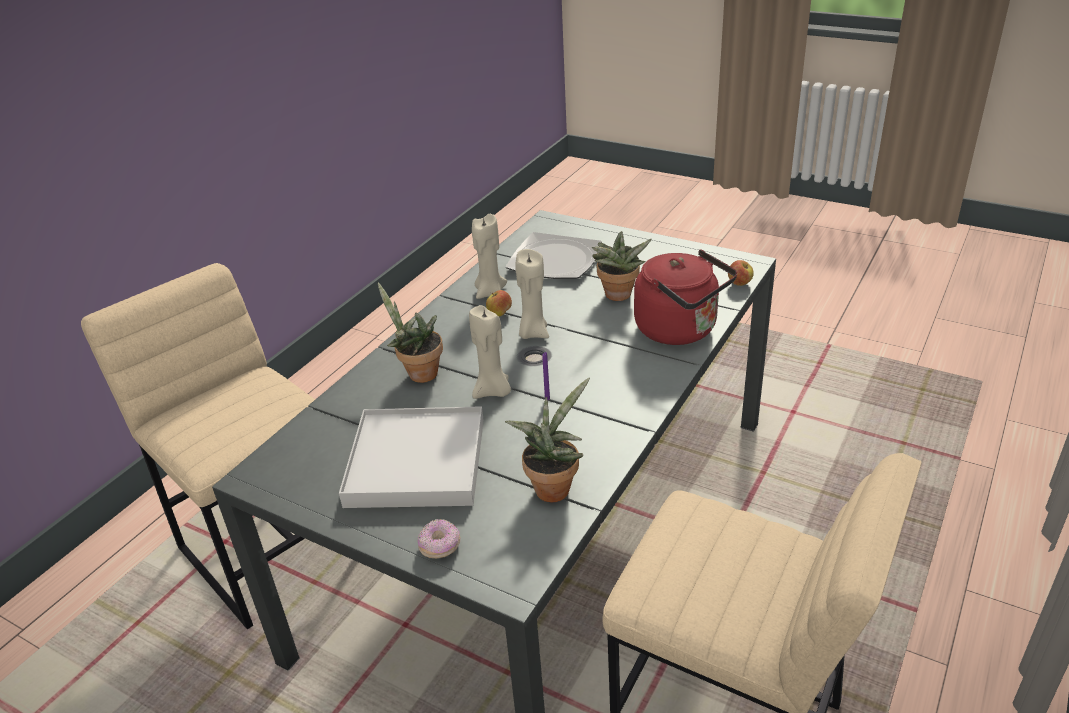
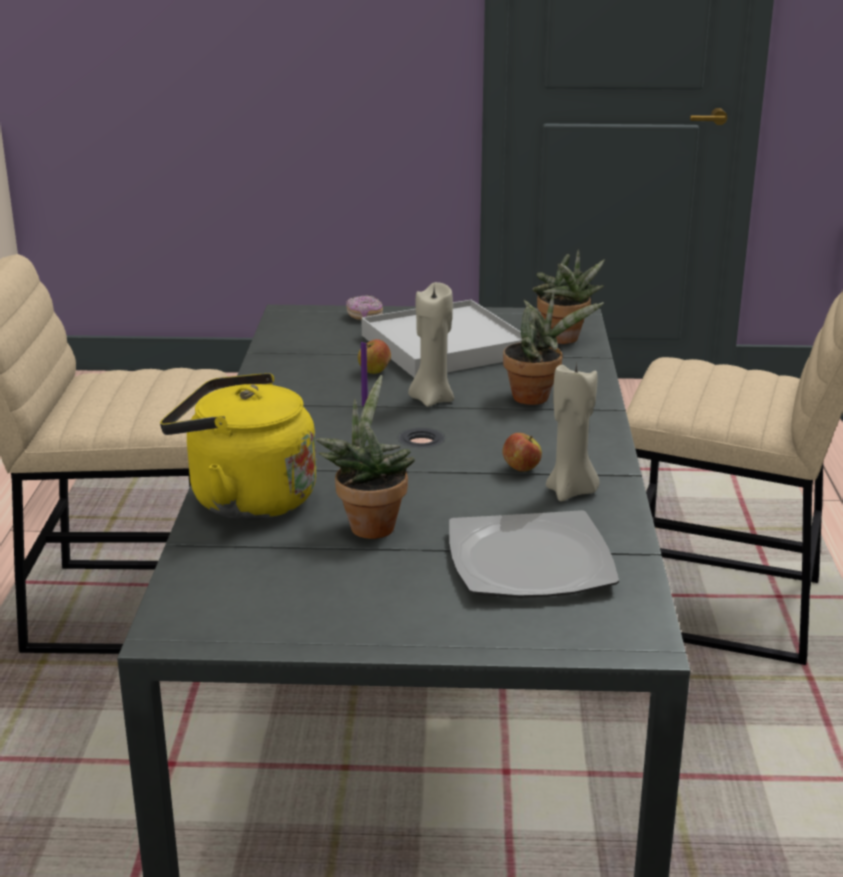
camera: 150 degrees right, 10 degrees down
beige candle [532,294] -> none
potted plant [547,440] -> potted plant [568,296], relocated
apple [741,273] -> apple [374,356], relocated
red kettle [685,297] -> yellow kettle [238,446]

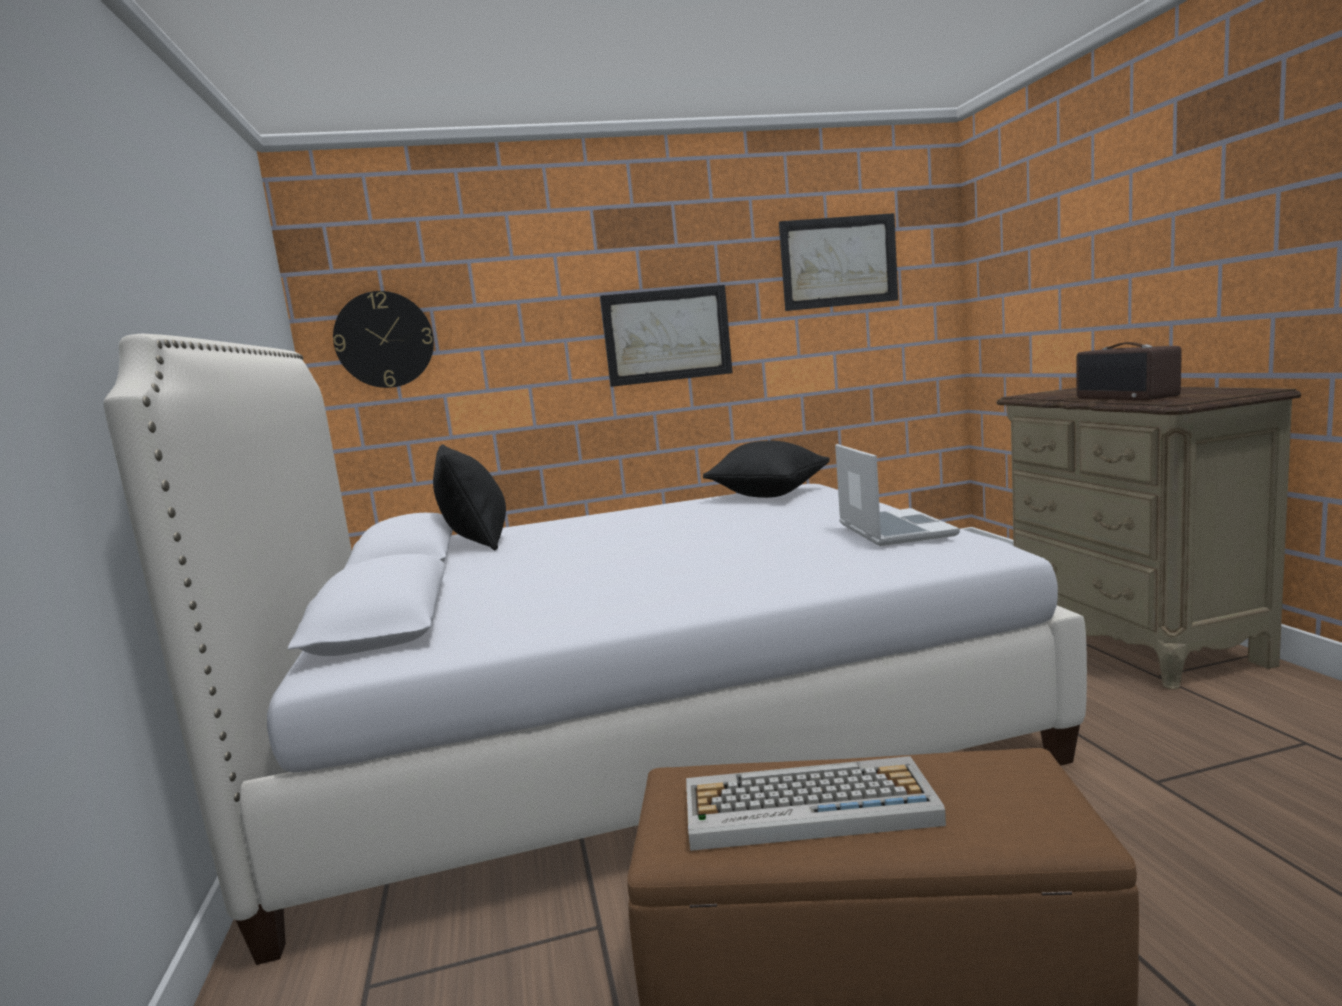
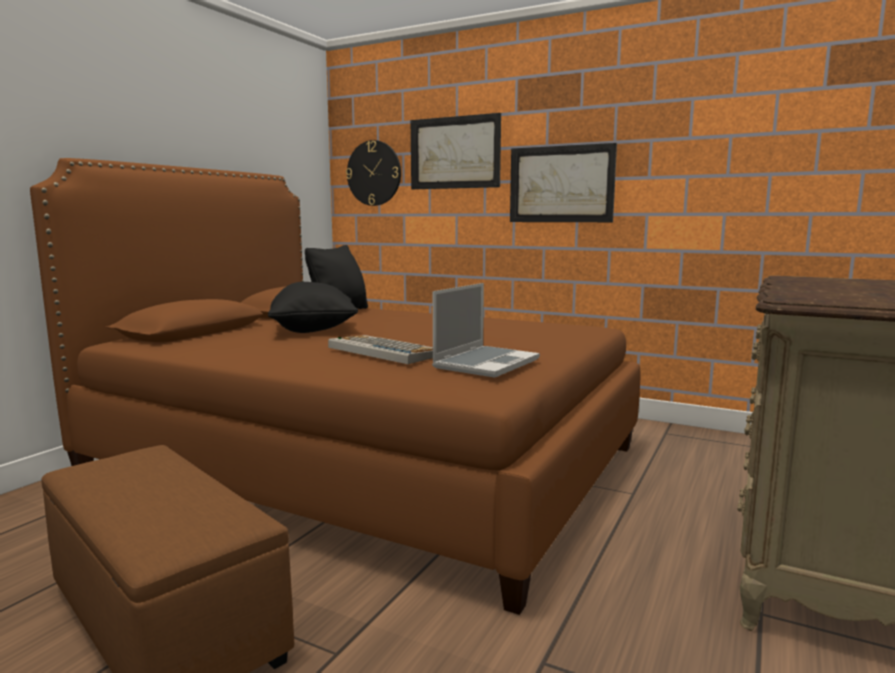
camera: 40 degrees right, 0 degrees up
radio [1129,371] -> none
keyboard [816,803] -> keyboard [380,349], relocated
black pillow [766,469] -> black pillow [313,307], relocated
picture [838,262] -> picture [456,151], relocated
white bed [595,649] -> brown bed [335,386]

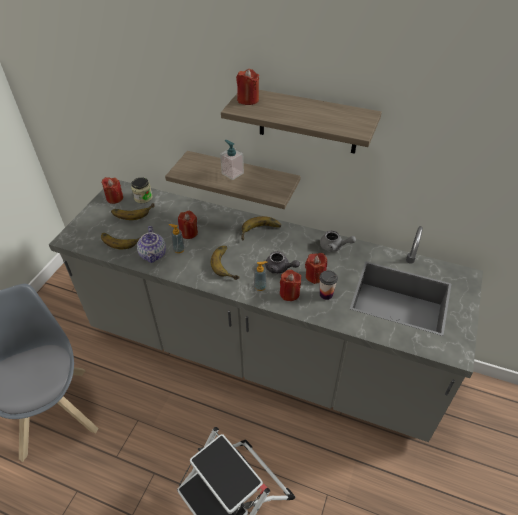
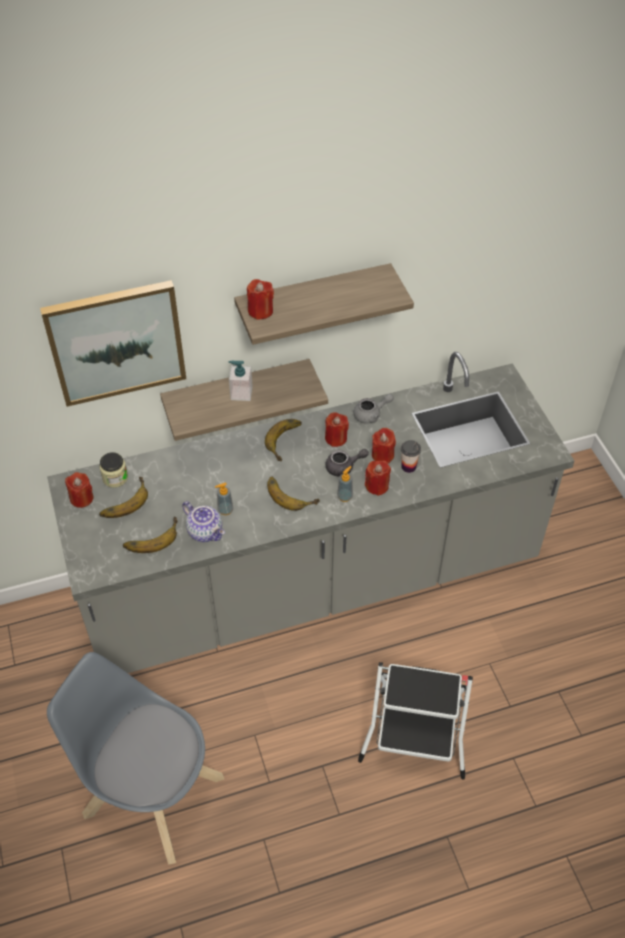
camera: 40 degrees left, 5 degrees up
none -> picture [113,343]
red candle [188,225] -> red candle [337,429], relocated

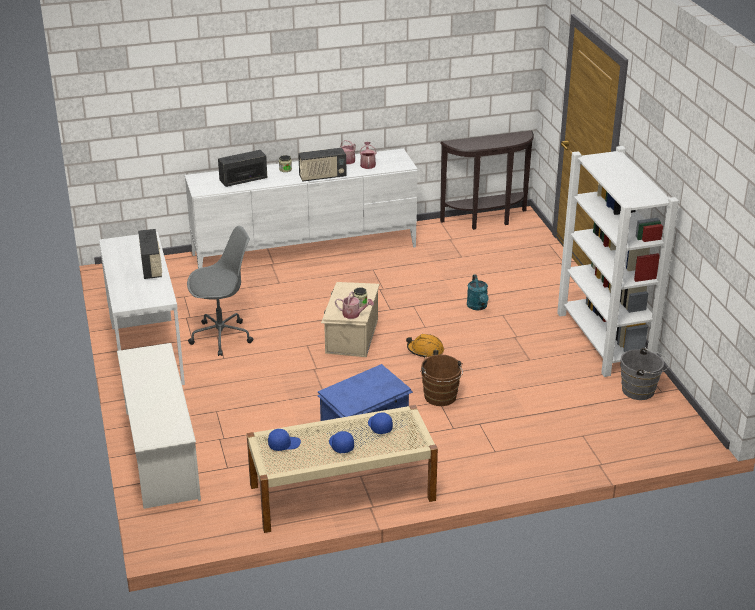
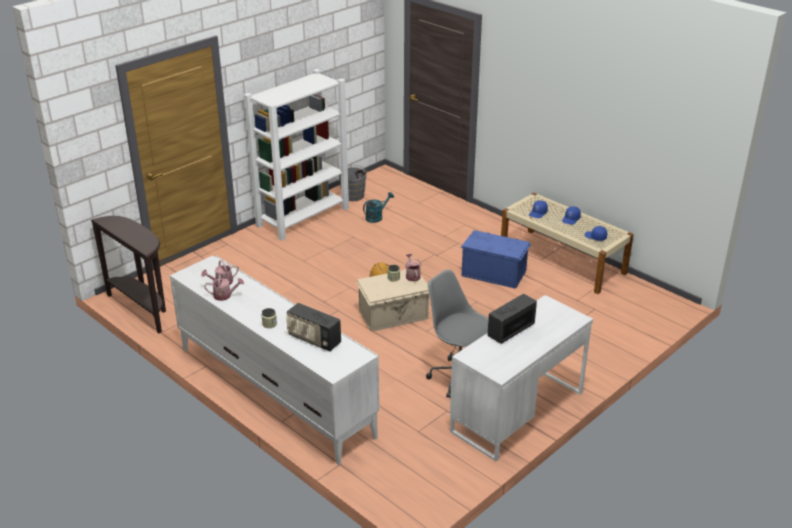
camera: 120 degrees left, 0 degrees up
white shoe rack [159,426] -> none
radio [322,164] -> none
brown bucket [441,380] -> none
turquoise watering can [478,292] -> turquoise watering can [378,207], relocated

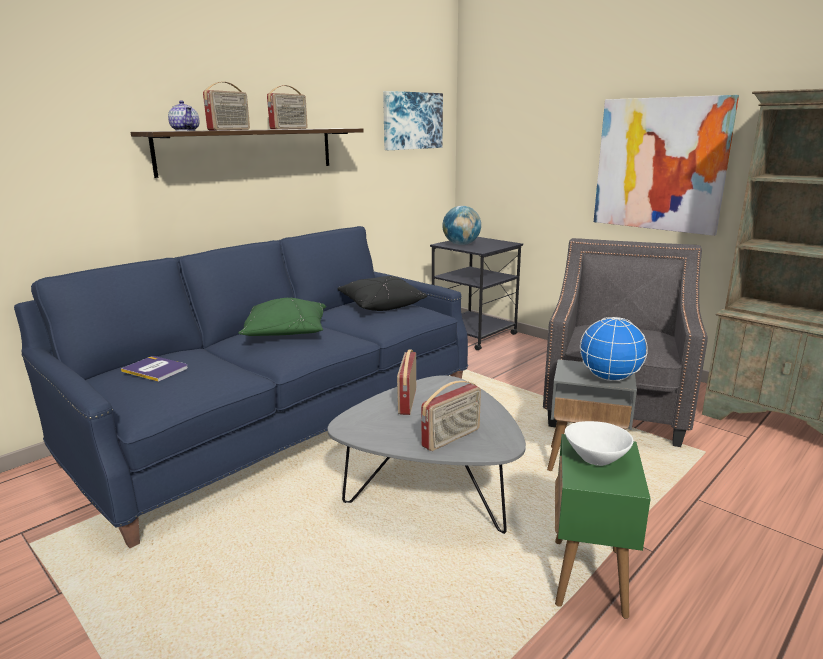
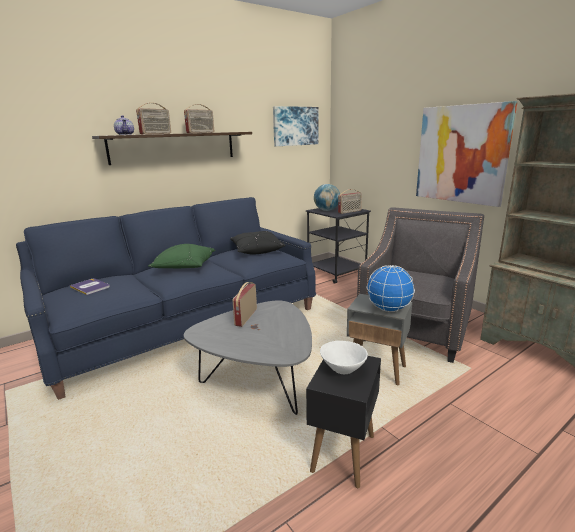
camera: 10 degrees right, 0 degrees up
radio [451,416] -> radio [350,201], relocated
green side table [603,526] -> black side table [343,422]

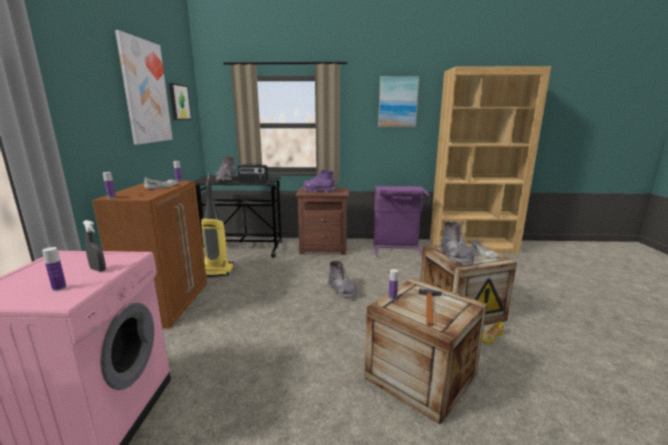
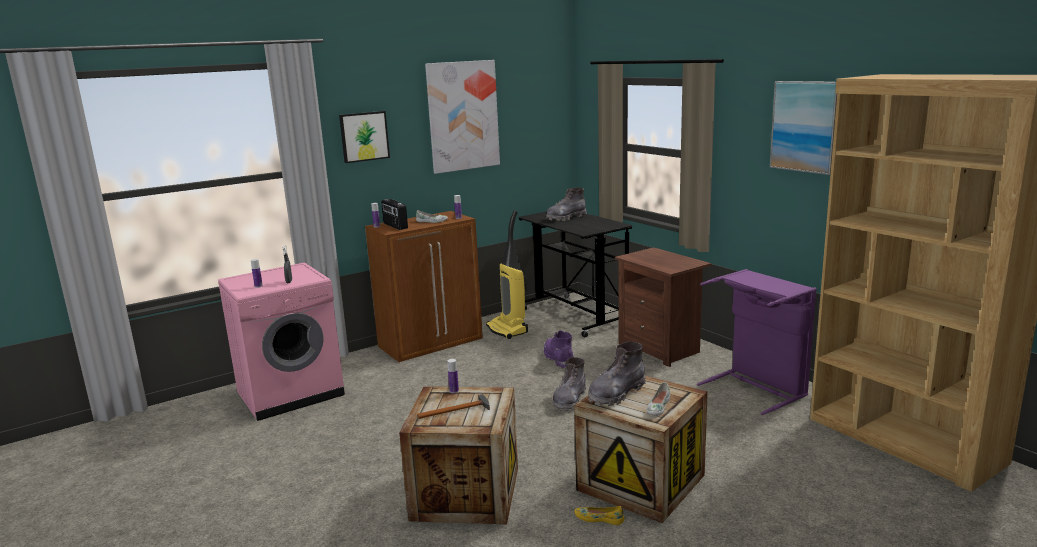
camera: 55 degrees right, 0 degrees up
picture [180,101] -> picture [364,137], relocated
radio [252,173] -> radio [394,214], relocated
purple boot [319,181] -> purple boot [558,349], relocated

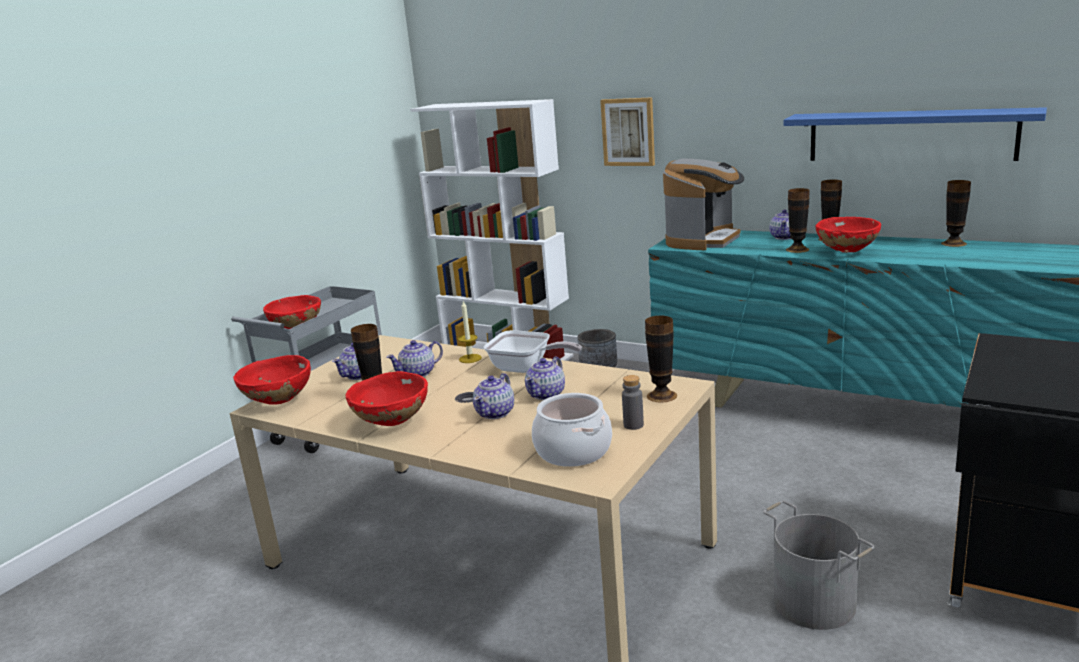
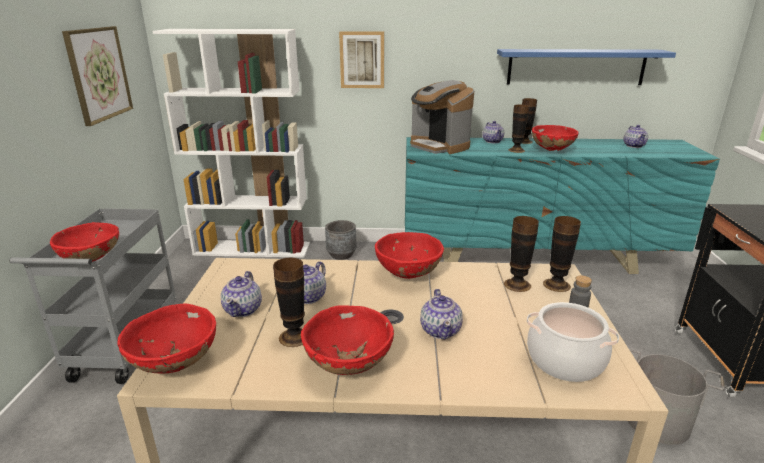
camera: 30 degrees left, 5 degrees up
candle [470,332] -> none
none -> picture [97,76]
teapot [545,378] -> teapot [635,136], relocated
vase [956,213] -> vase [521,254], relocated
frying pan [533,351] -> red bowl [409,255]
coffee machine [703,204] -> coffee machine [442,117], 135 degrees clockwise

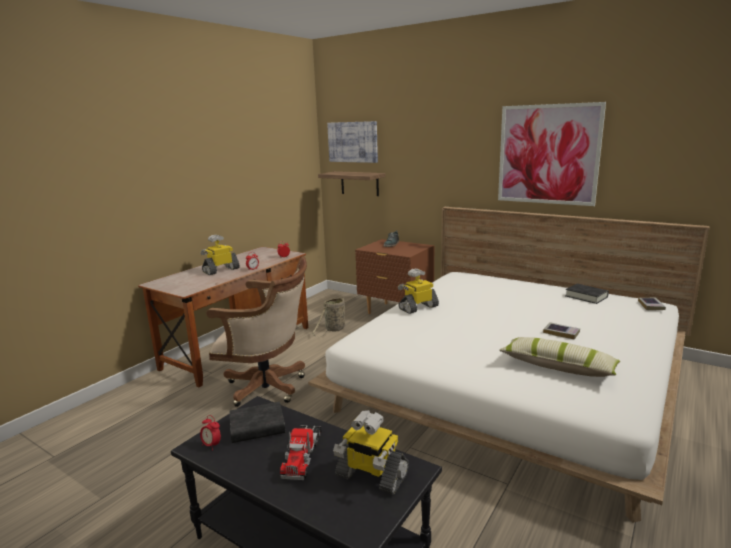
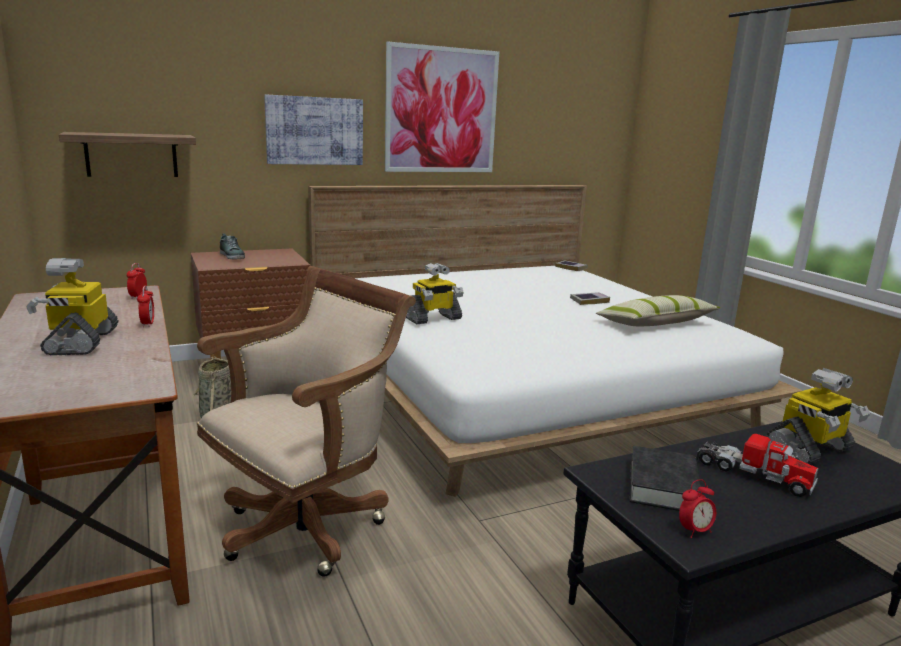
camera: 60 degrees left, 0 degrees up
black book [587,294] -> none
picture [352,142] -> picture [313,130], relocated
toy robot [418,291] -> toy robot [435,293], 120 degrees counterclockwise

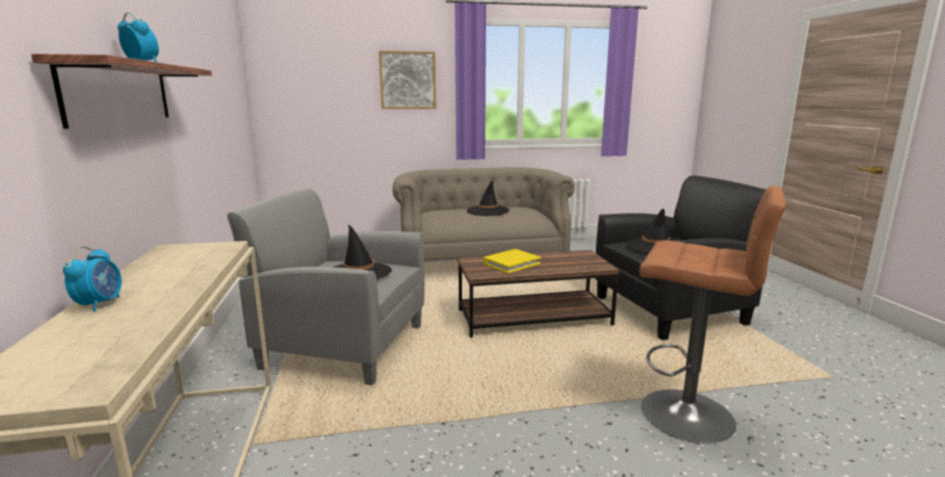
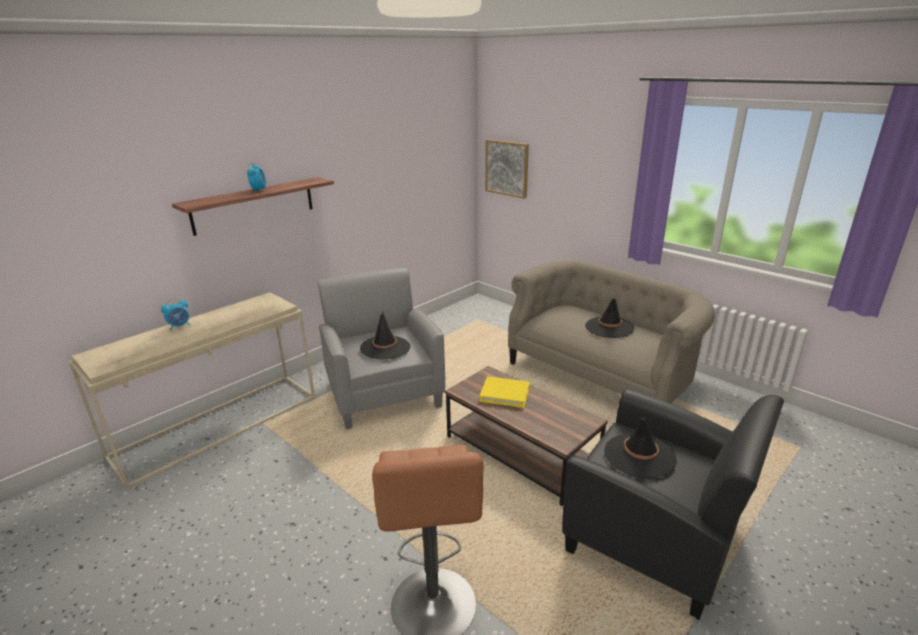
camera: 55 degrees right, 10 degrees up
picture [407,80] -> picture [507,169], relocated

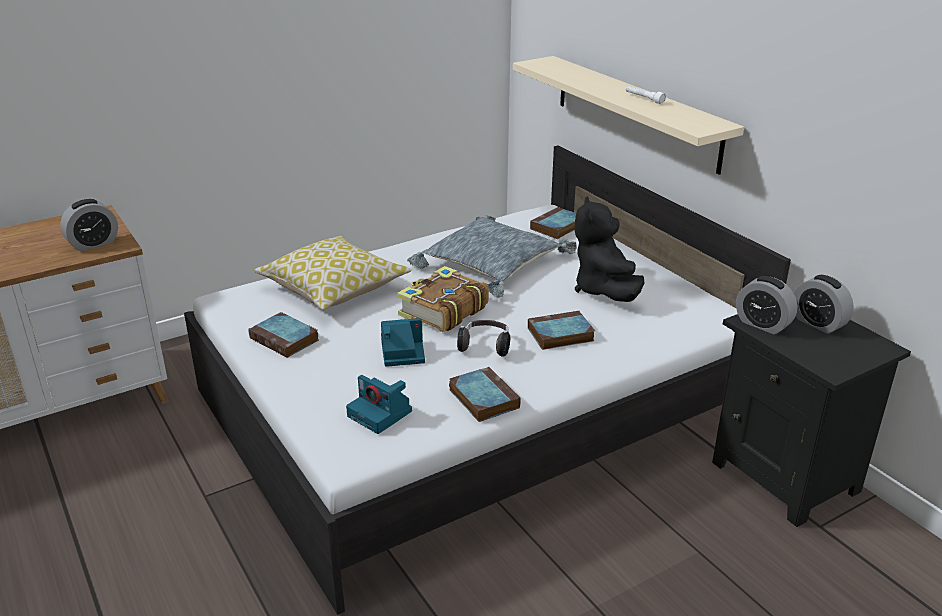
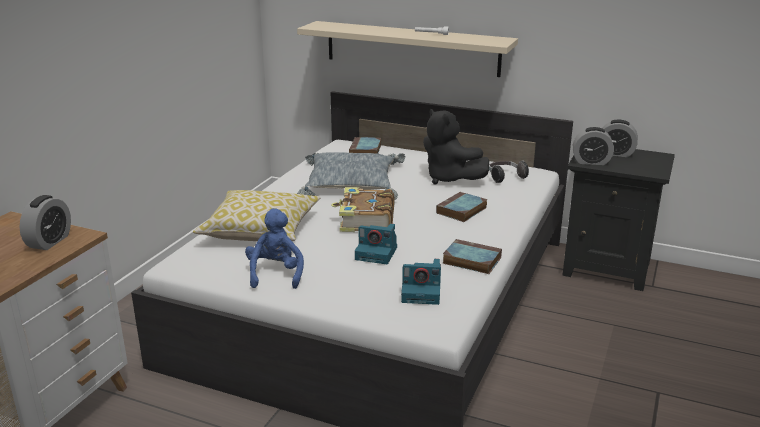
camera: 35 degrees left, 5 degrees down
headphones [483,338] -> headphones [509,172], relocated
book [283,335] -> blue plush toy [274,248]
photo camera [403,342] -> photo camera [376,243], 120 degrees counterclockwise

